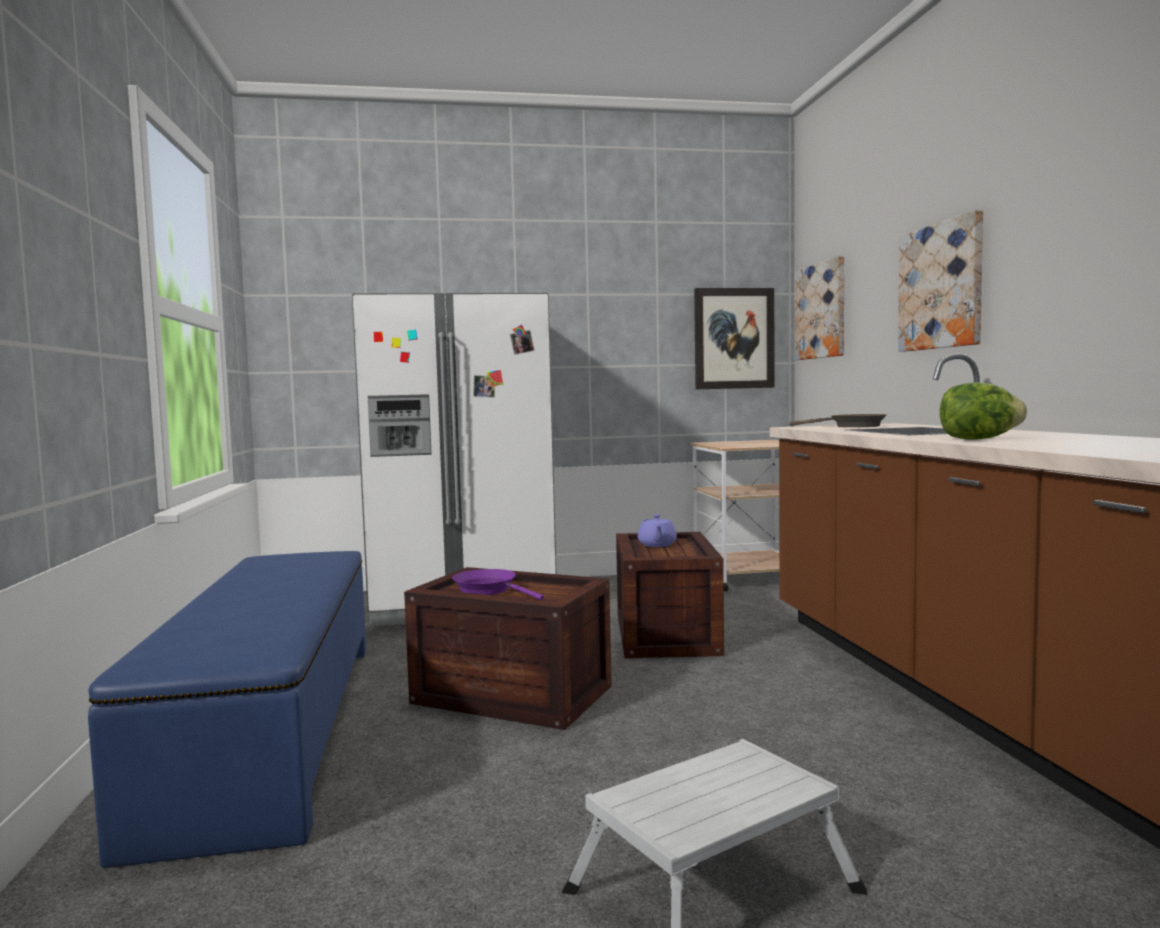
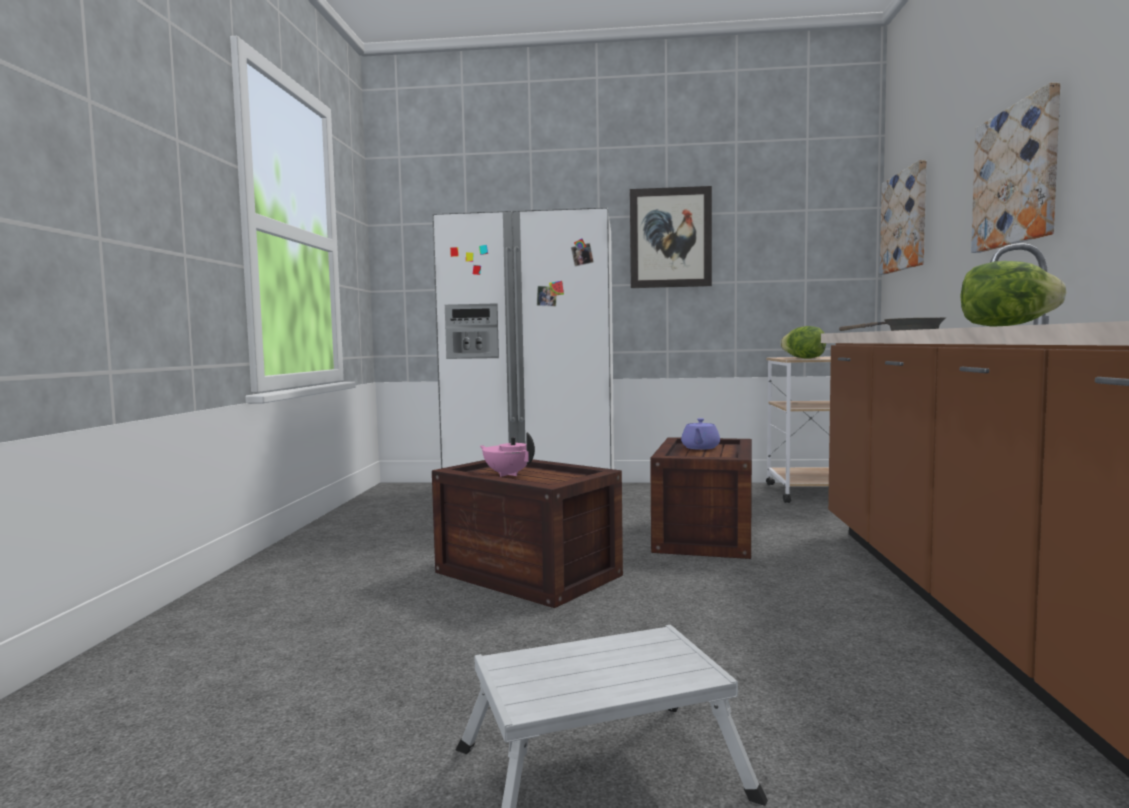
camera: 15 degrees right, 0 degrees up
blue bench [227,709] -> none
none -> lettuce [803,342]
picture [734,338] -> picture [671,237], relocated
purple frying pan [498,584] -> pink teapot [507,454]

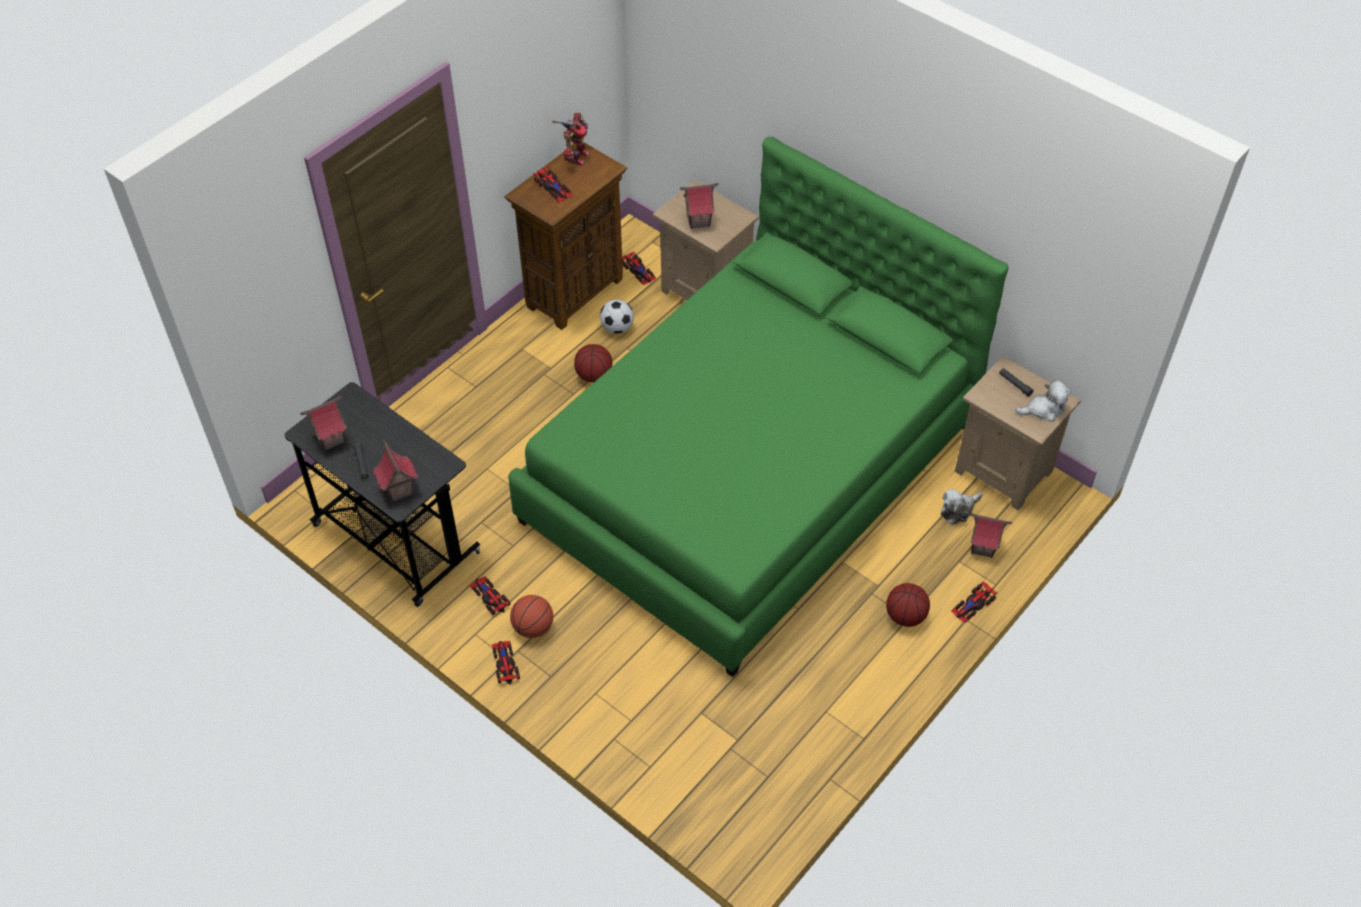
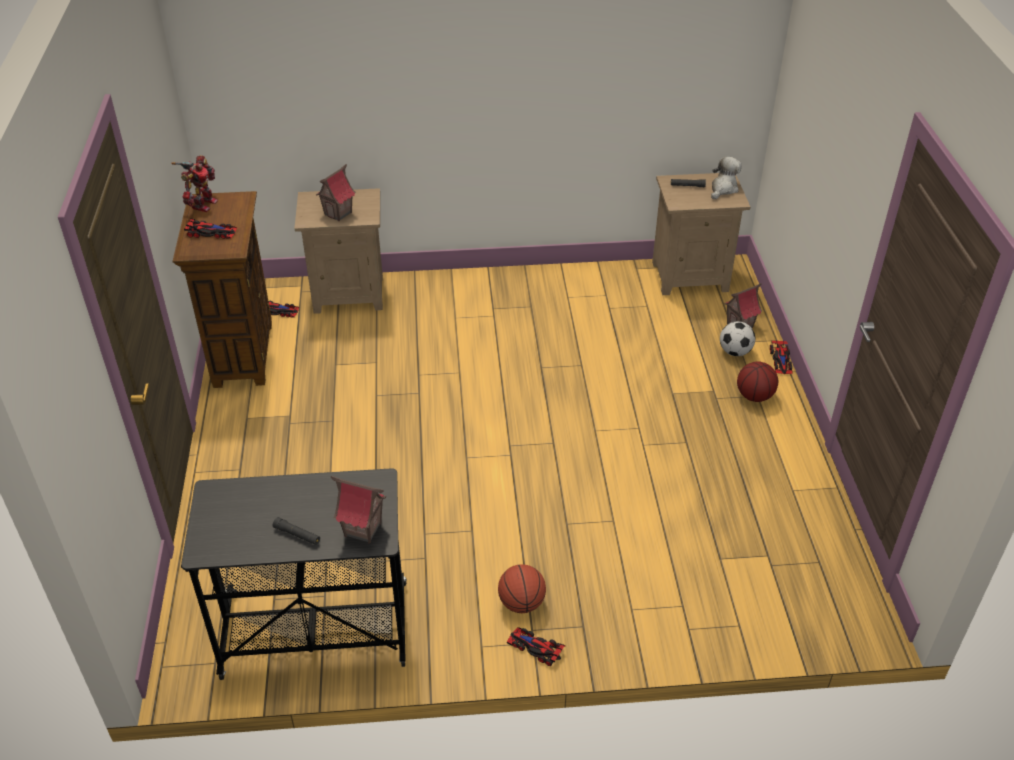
camera: 45 degrees left, 10 degrees down
toy house [323,423] -> none
toy car [490,595] -> none
green bed [758,407] -> none
basketball [593,363] -> none
plush toy [961,506] -> none
football [617,316] -> football [737,338], relocated
toy robot [571,139] -> toy robot [194,183], 45 degrees clockwise

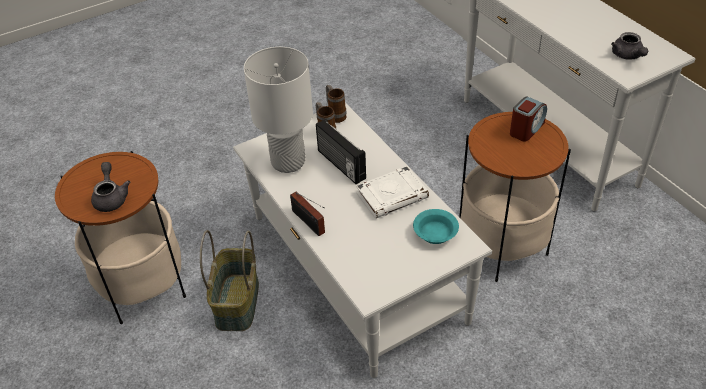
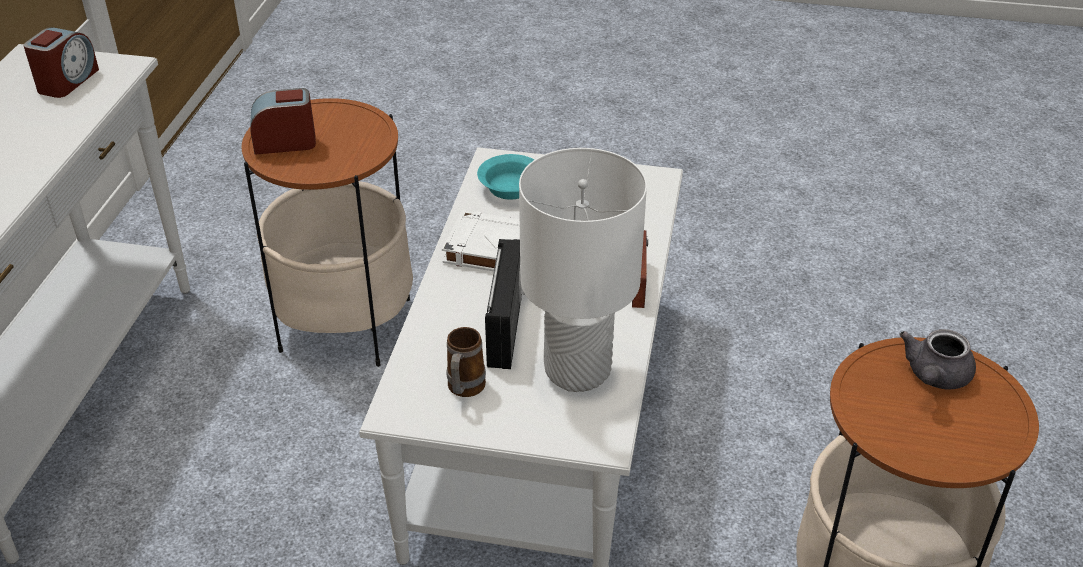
camera: 140 degrees left, 5 degrees down
basket [229,280] -> none
mug [336,104] -> none
grey teapot [629,46] -> alarm clock [61,62]

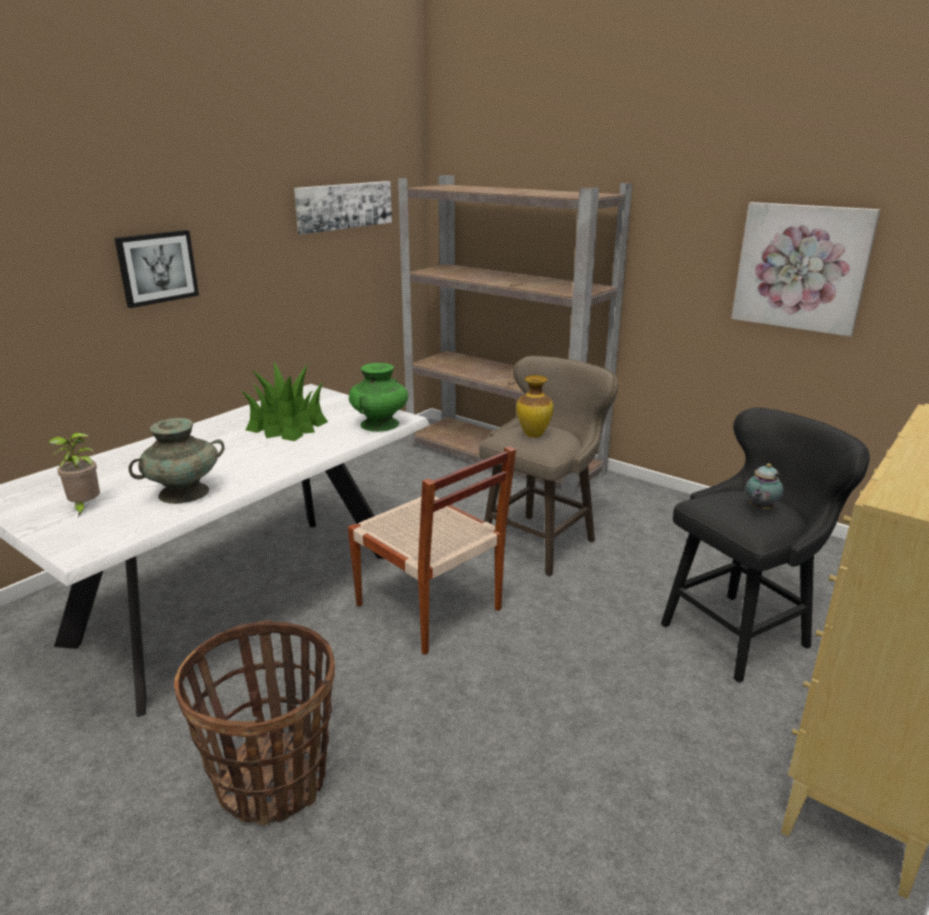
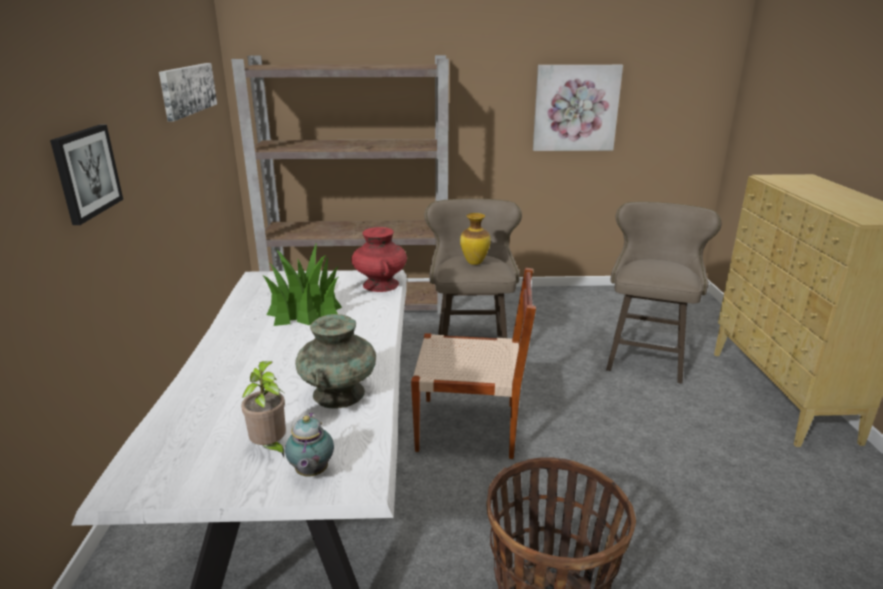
camera: 40 degrees left, 0 degrees up
teapot [765,486] -> teapot [309,444], relocated
green vase [378,397] -> red vase [379,259]
black stool [765,545] -> beige stool [664,293]

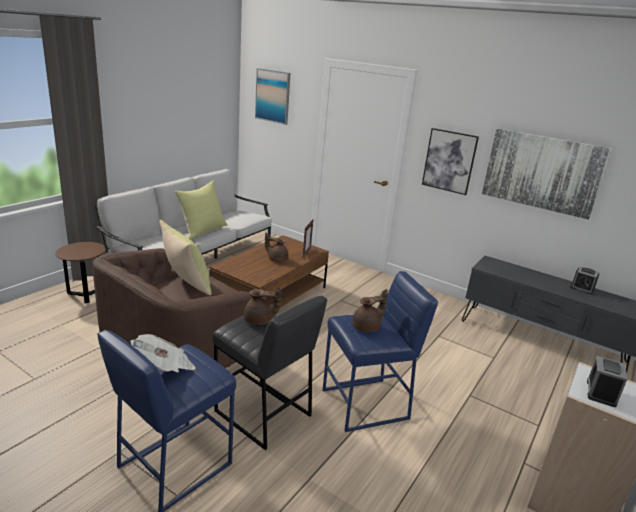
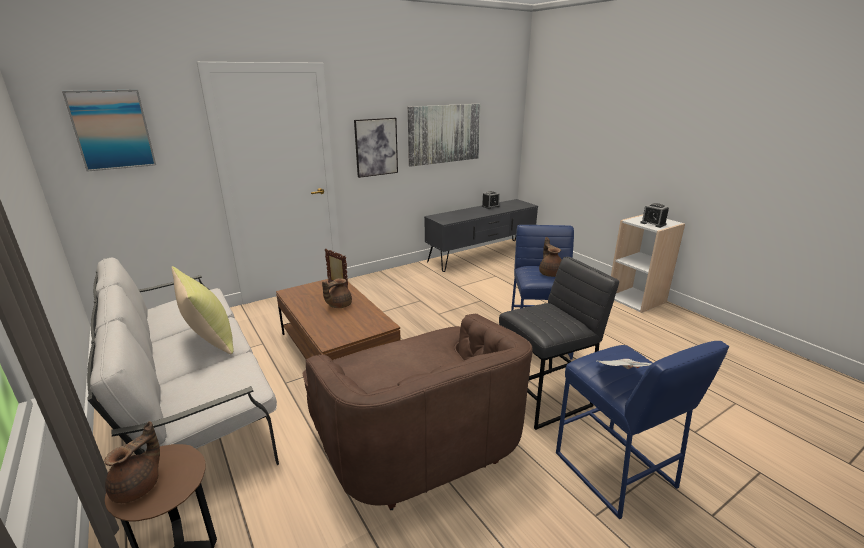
camera: 65 degrees left, 0 degrees up
yellow pillow [185,257] -> none
brown teapot [263,306] -> brown teapot [132,462], relocated

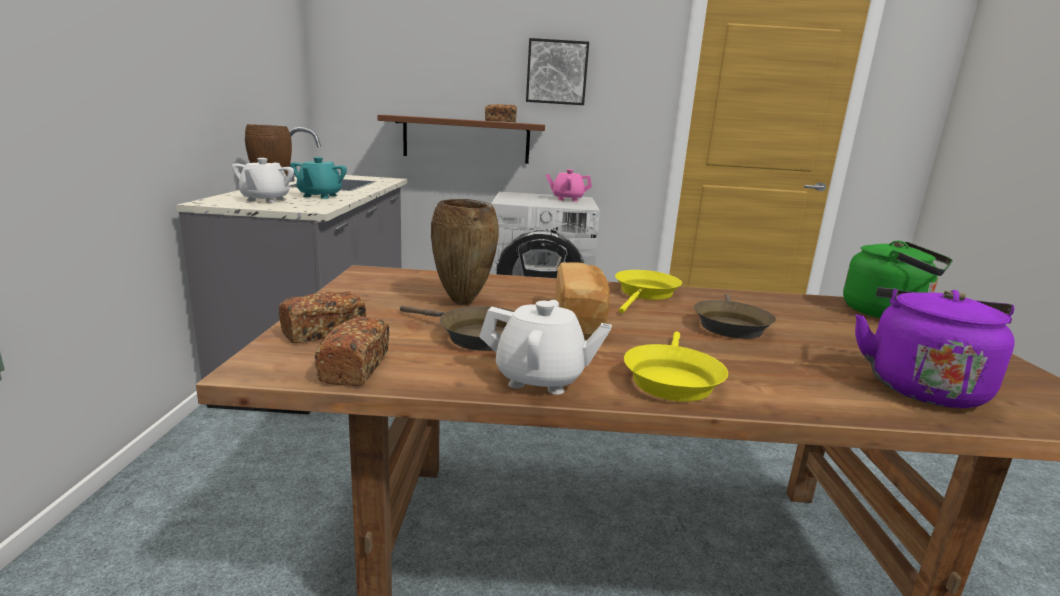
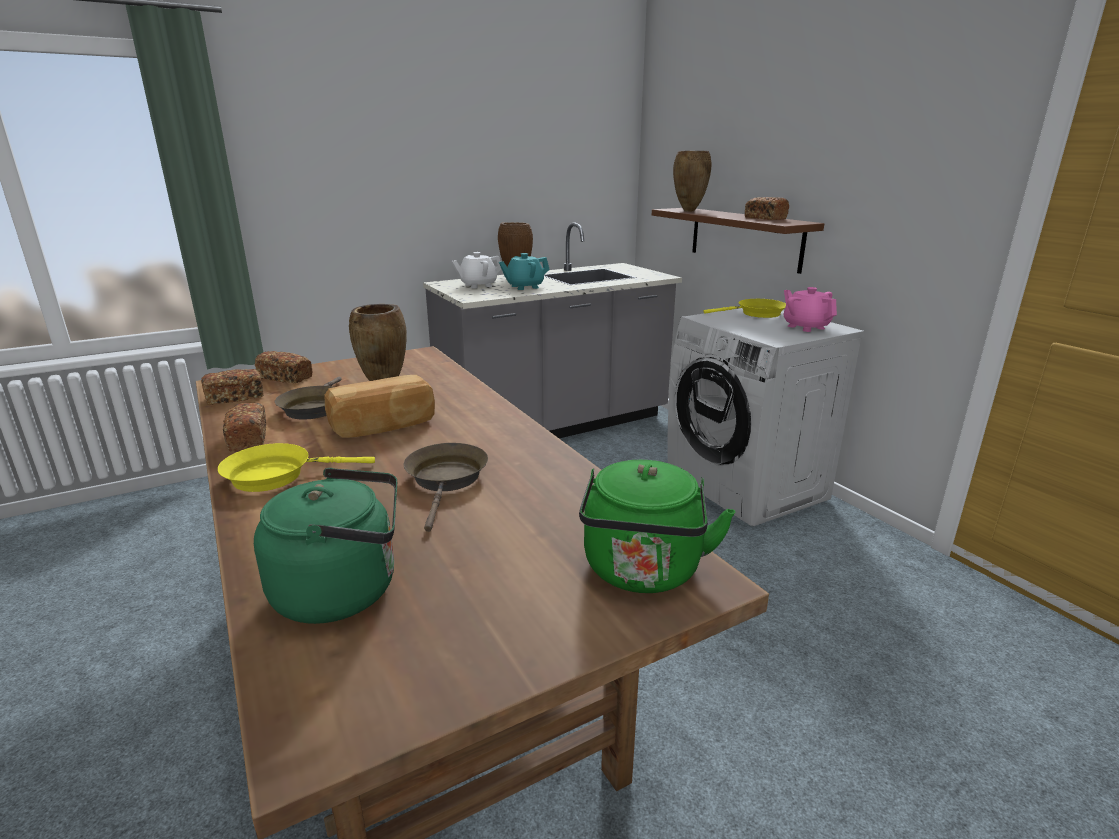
camera: 60 degrees right, 5 degrees up
picture [557,71] -> none
none -> brown vase [692,181]
yellow frying pan [648,291] -> yellow frying pan [745,308], relocated
white teapot [545,347] -> bread [244,427]
purple kettle [935,347] -> green kettle [325,546]
brown frying pan [735,316] -> brown frying pan [446,487], 105 degrees clockwise

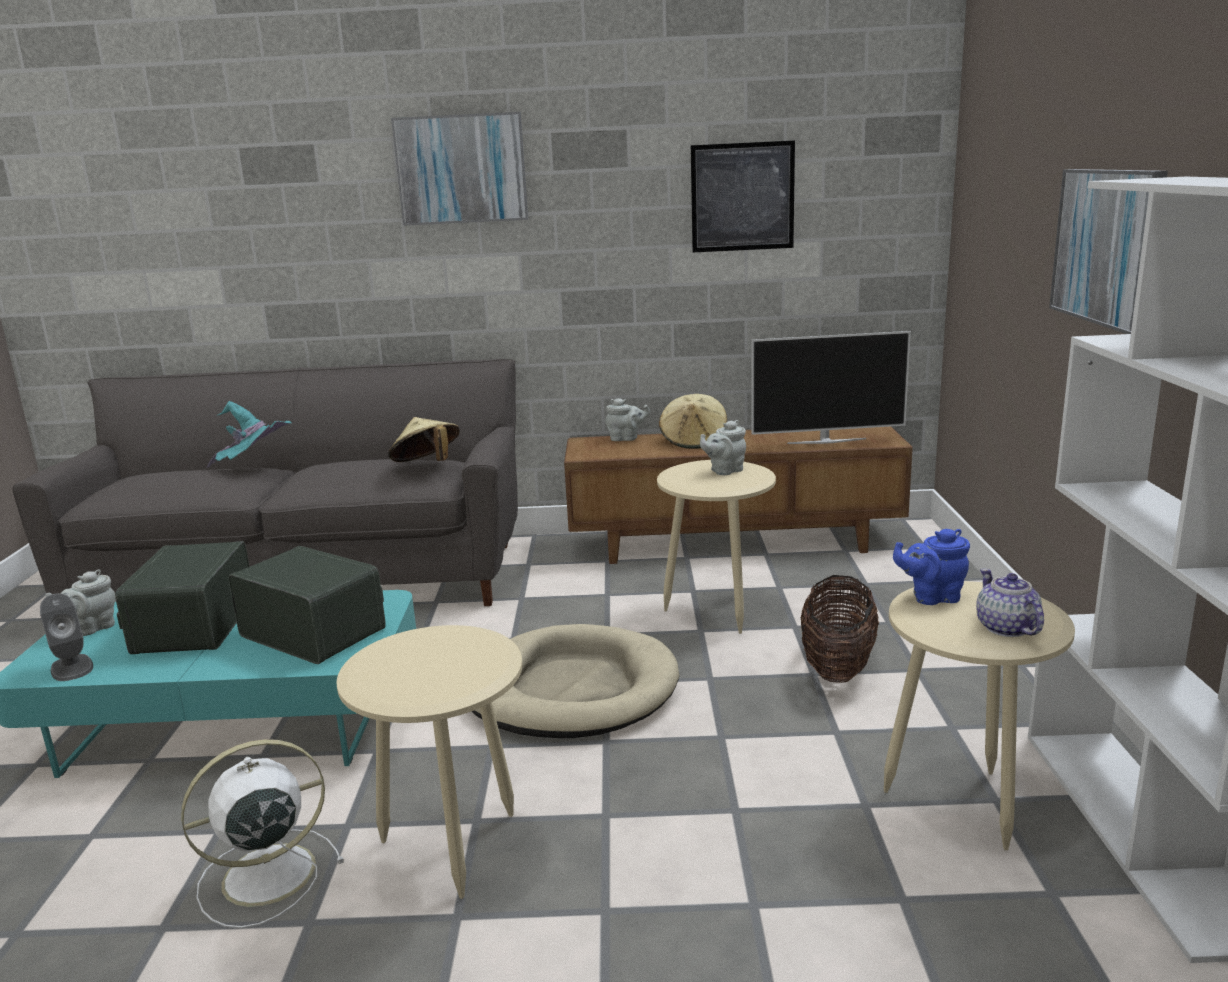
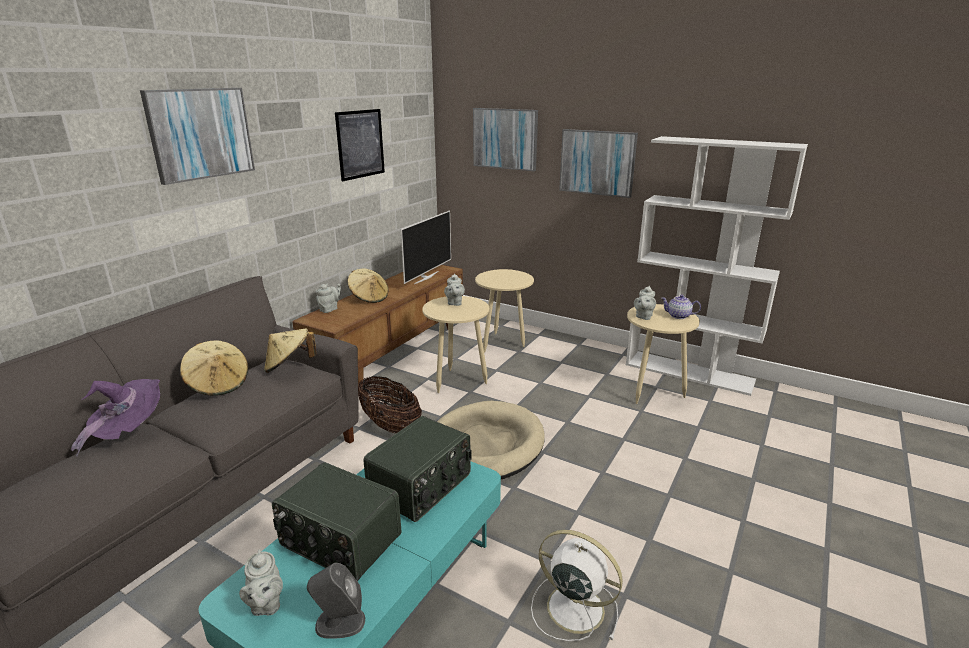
camera: 60 degrees left, 5 degrees up
none -> beige hat [214,368]
none -> picture [505,139]
beige side table [429,762] -> beige side table [504,311], relocated
basket [840,629] -> basket [390,404], relocated
turquoise hat [249,434] -> purple hat [115,417]
blue teapot [931,567] -> grey teapot [645,303]
white fan [262,833] -> white fan [577,585], 120 degrees clockwise
radio [307,605] -> radio [418,469], 150 degrees clockwise

